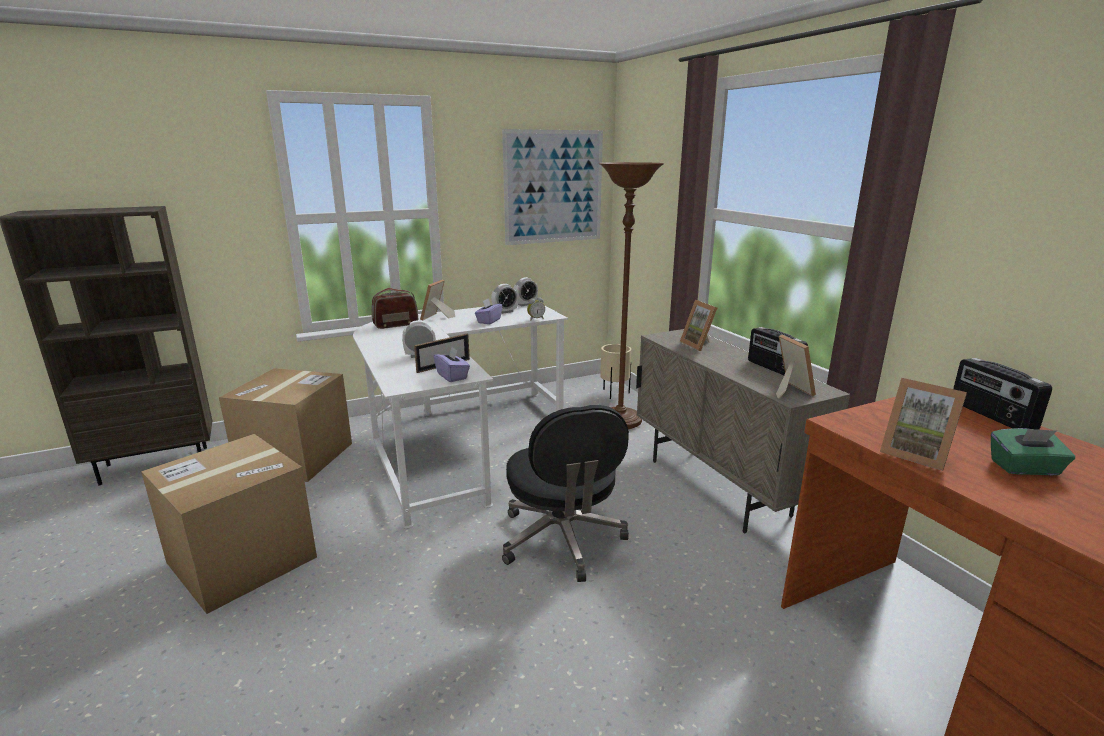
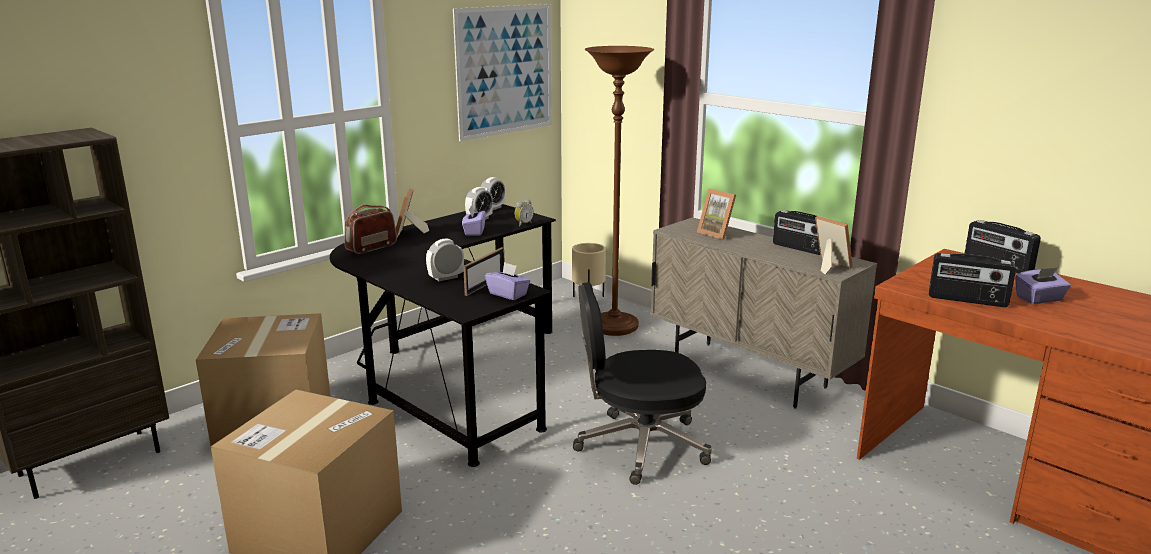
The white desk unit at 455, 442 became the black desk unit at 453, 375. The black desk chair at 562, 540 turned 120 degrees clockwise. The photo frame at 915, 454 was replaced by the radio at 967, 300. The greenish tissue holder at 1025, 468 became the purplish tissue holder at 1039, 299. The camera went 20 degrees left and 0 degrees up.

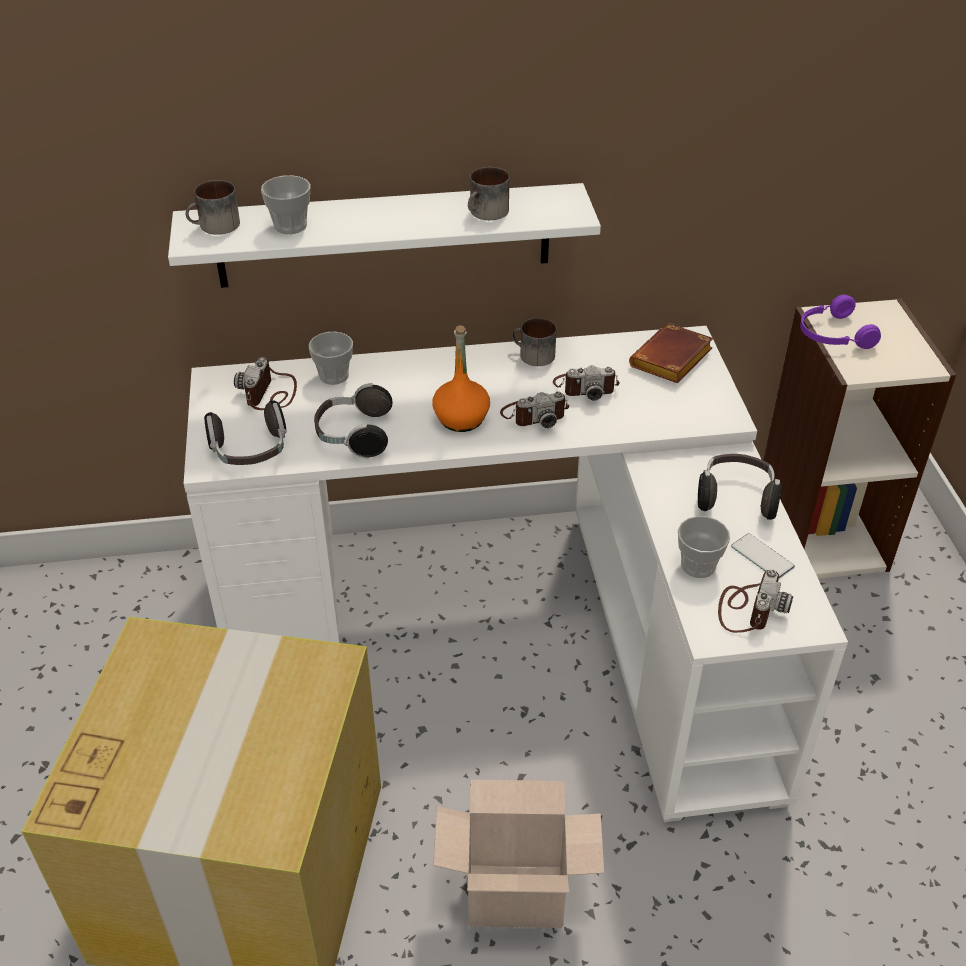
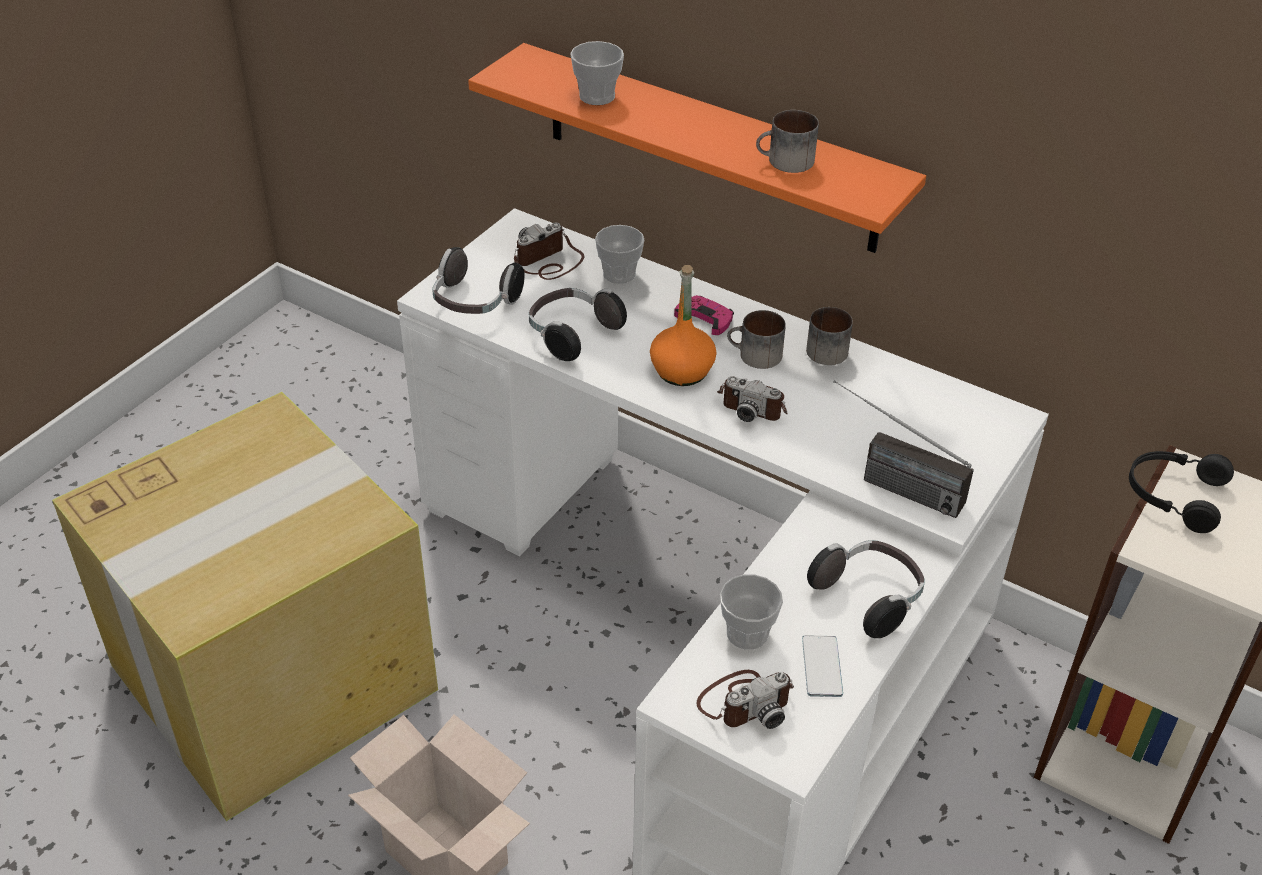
The white bracket shelf at 384, 236 became the orange-coloured bracket shelf at 710, 148. The tea mug moved from 215, 227 to 754, 356. The still camera at 585, 387 disappeared. The brown book at 671, 361 disappeared. The purplish headset at 832, 335 became the black headset at 1173, 496. The pink-coloured joypad at 705, 318 appeared. The radio at 887, 483 appeared. The camera went 40 degrees right and 0 degrees up.

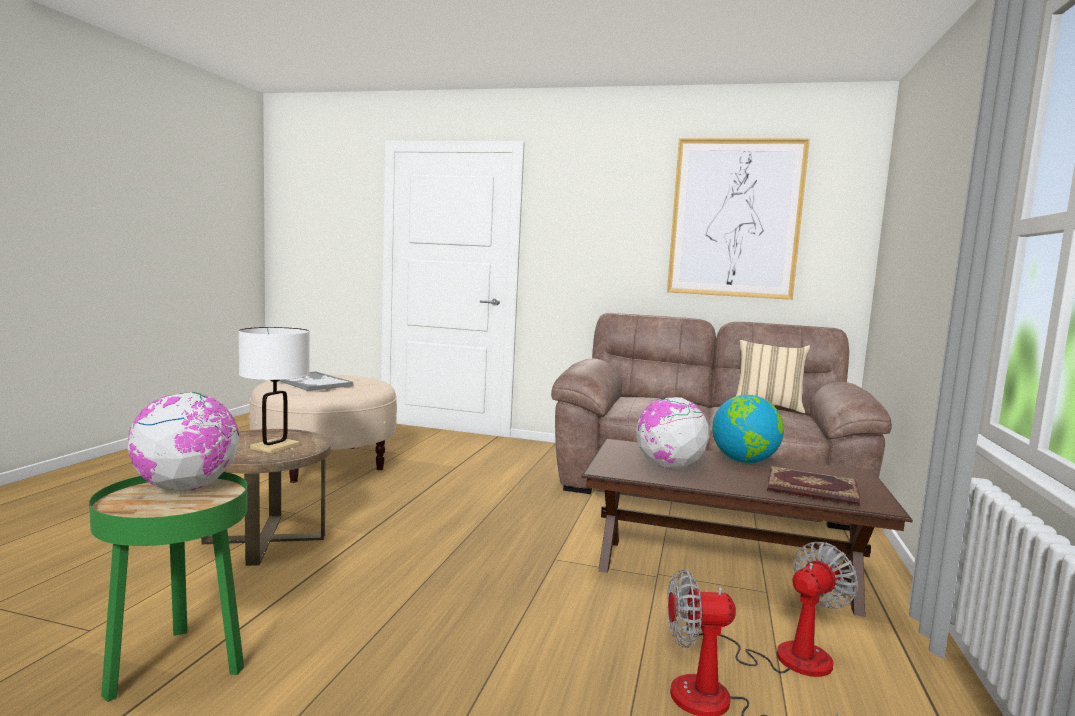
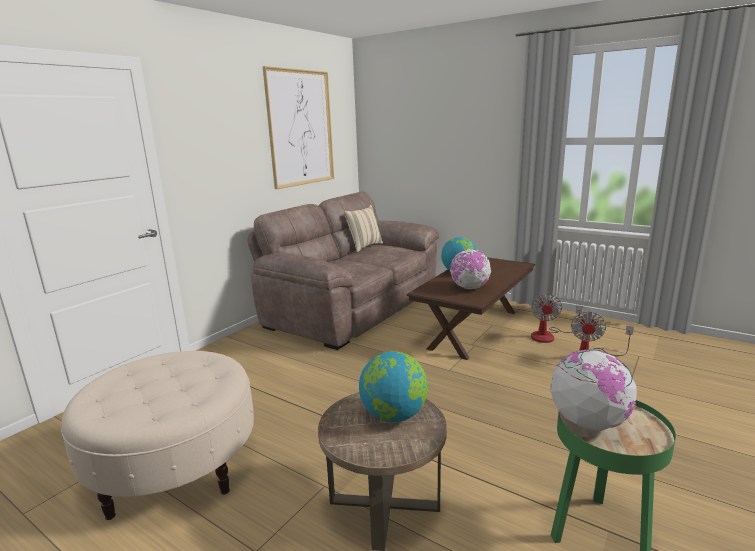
The white lamp for a table at 275, 447 was replaced by the world globe at 394, 415. The carrying tray at 311, 382 disappeared. The cooling fan at 782, 656 turned 150 degrees counterclockwise. The book at 811, 490 disappeared. The camera went 70 degrees left and 10 degrees up.

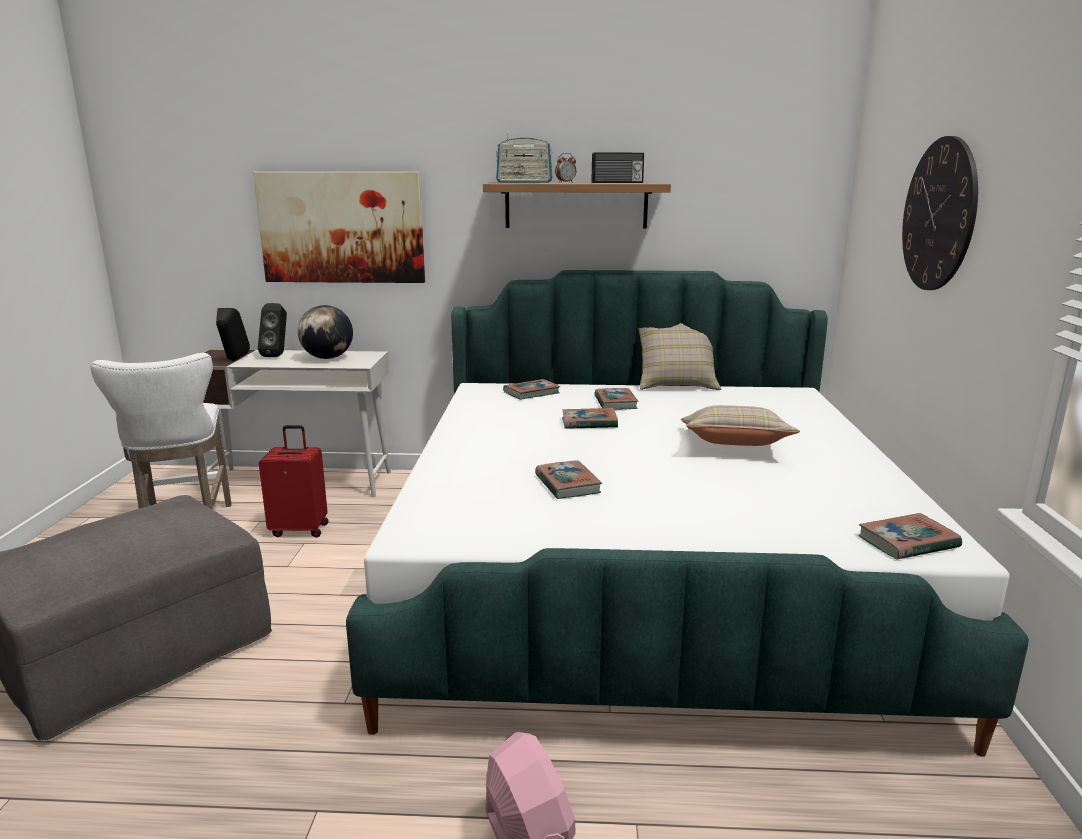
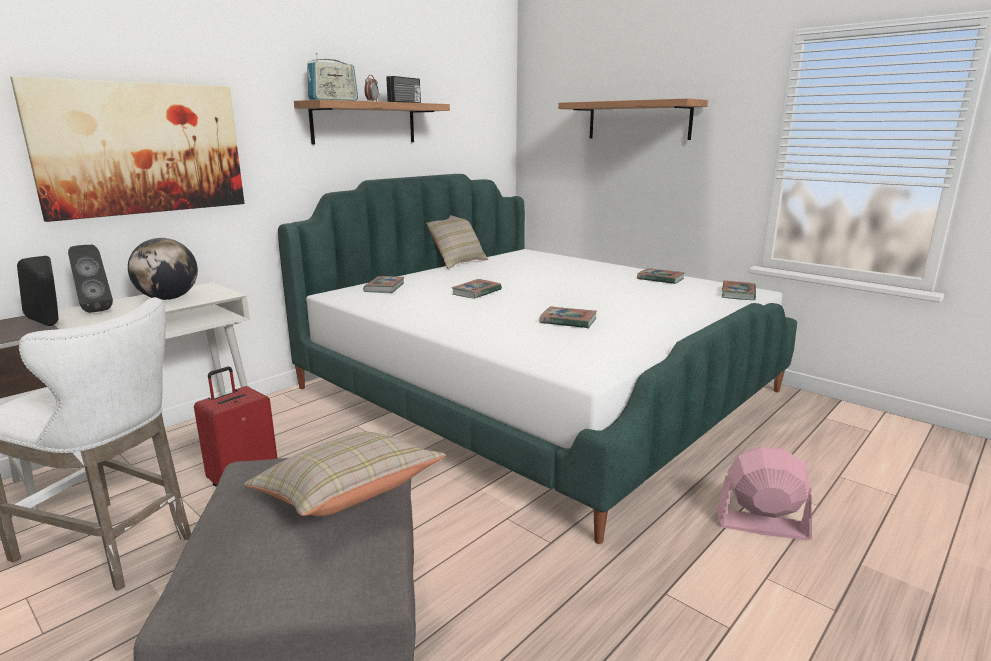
The book moved from 615, 403 to 660, 279. The beige-coloured cushion moved from 734, 446 to 346, 497. The clock on the wall at 939, 215 was replaced by the bracket shelf at 638, 120. The camera went 50 degrees left and 0 degrees up.

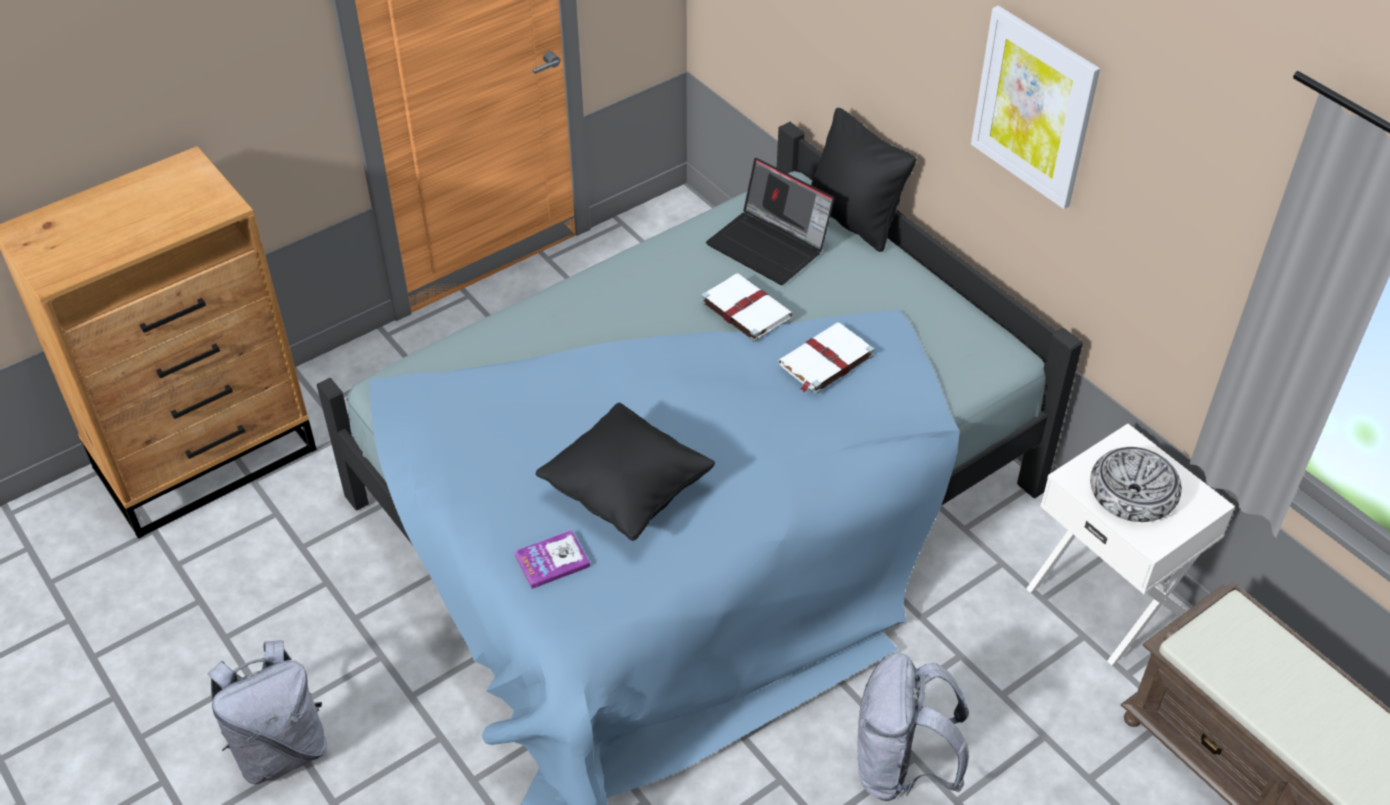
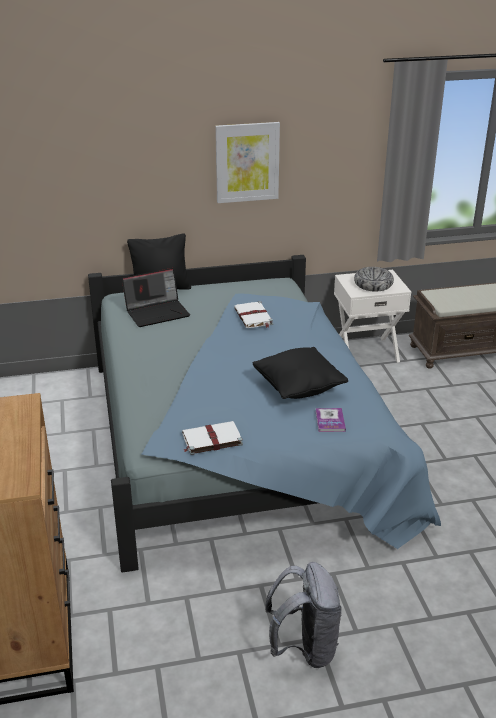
The white book moved from 744, 309 to 211, 439. The gray backpack at 901, 768 disappeared. The camera went 65 degrees left and 15 degrees down.

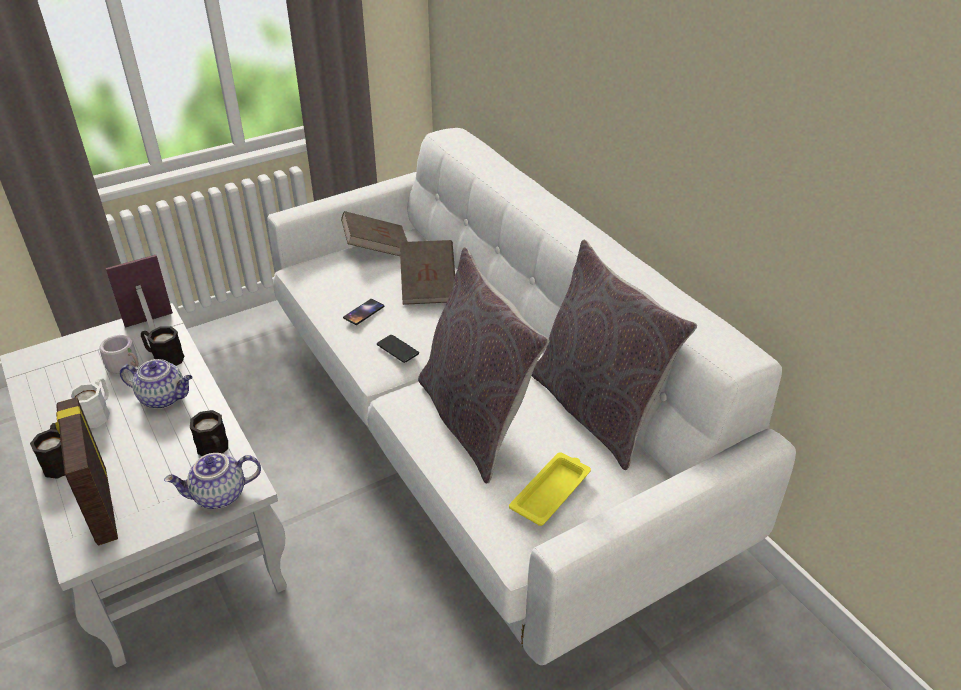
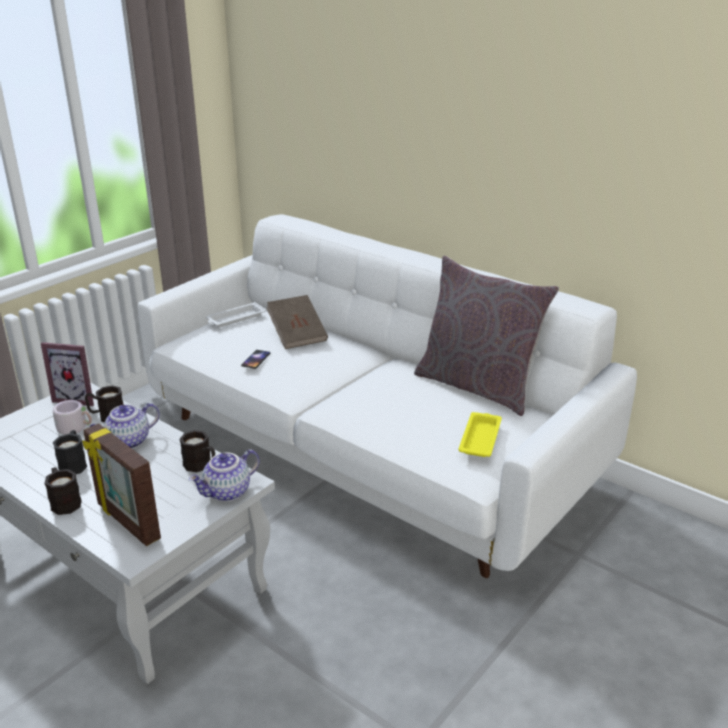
The white tea mug at 98, 413 became the black tea mug at 74, 463. The photo frame at 151, 326 turned 120 degrees counterclockwise. The pot for tea at 164, 398 turned 150 degrees clockwise. The brown book at 376, 248 was replaced by the white carrying tray at 235, 318. The handset at 397, 349 disappeared. The gray cushion at 476, 420 disappeared. The camera went 20 degrees left and 10 degrees down.

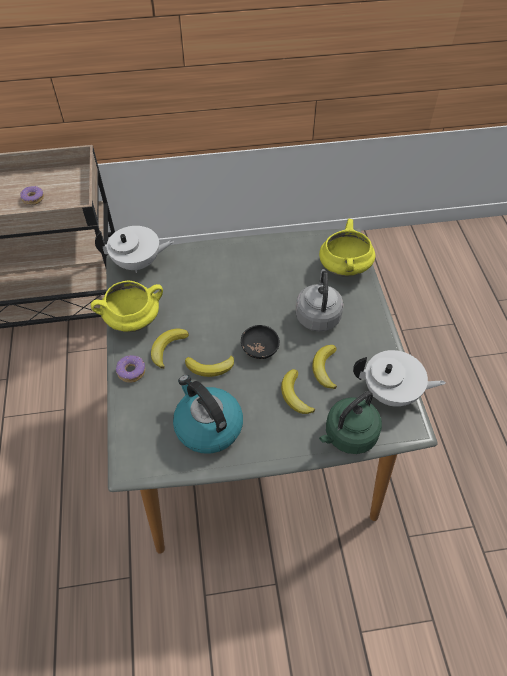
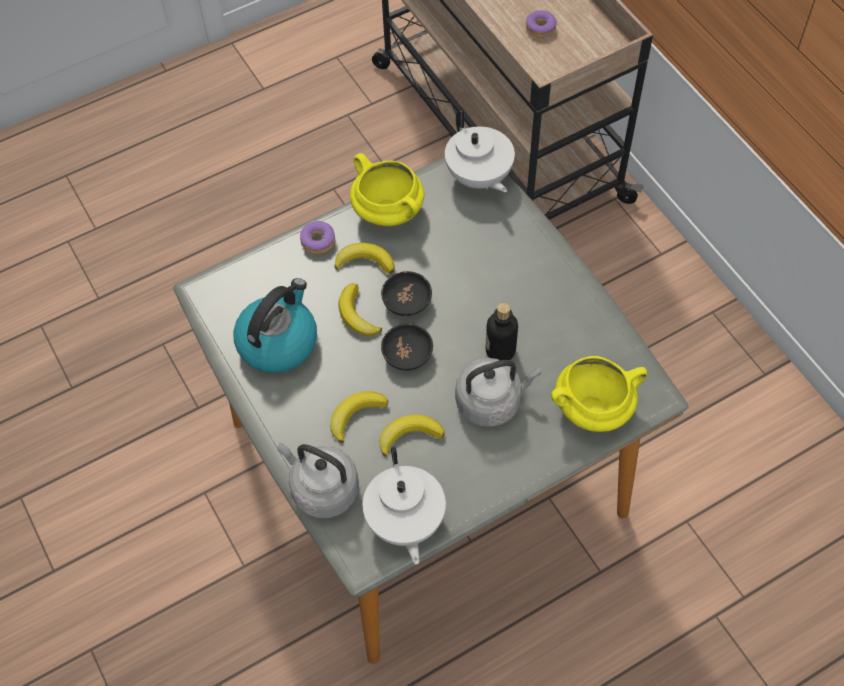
The greenish kettle at 348, 436 became the gray kettle at 322, 489. The black bowl at 407, 302 appeared. The bottle at 500, 350 appeared. The camera went 70 degrees right and 5 degrees up.

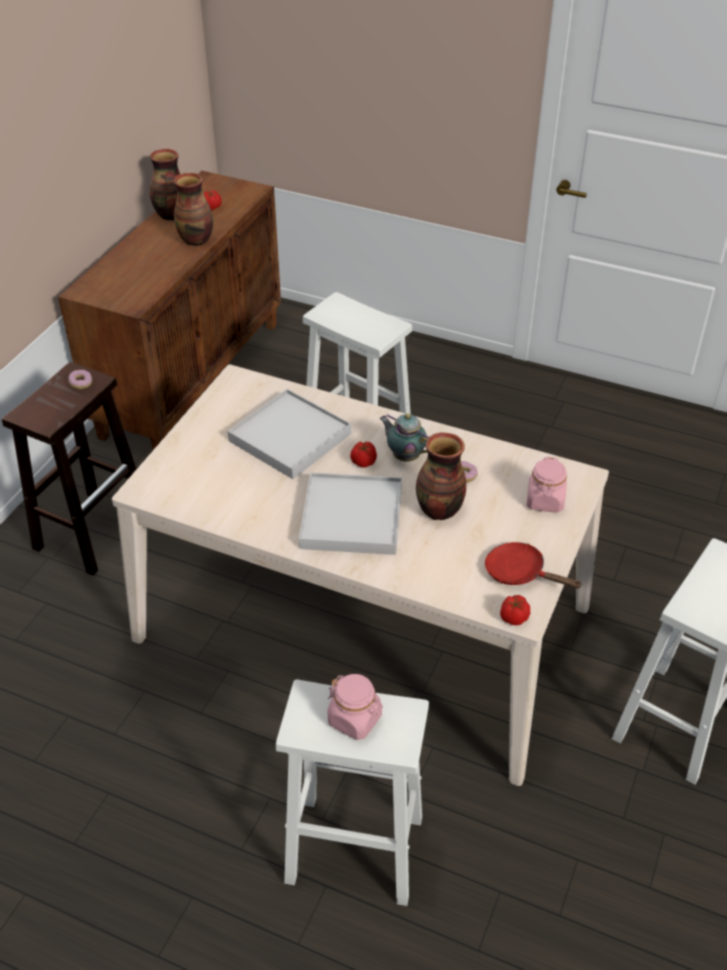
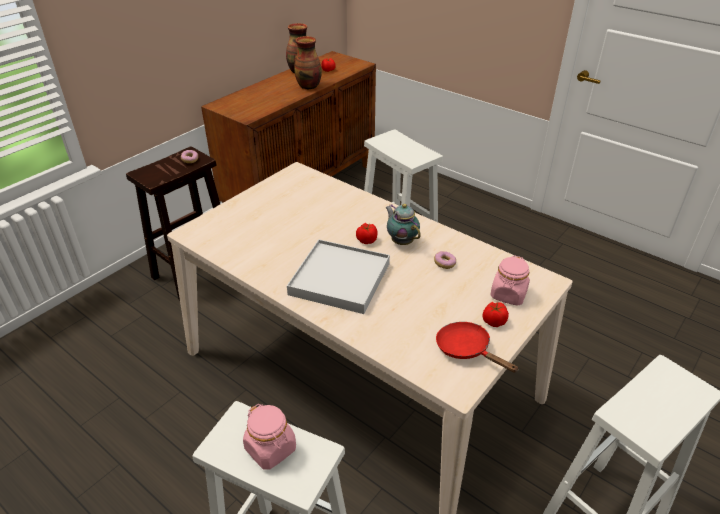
The white carrying tray at 290, 437 disappeared. The vase at 439, 510 disappeared. The tomato moved from 513, 618 to 493, 321. The camera went 15 degrees right and 5 degrees down.

